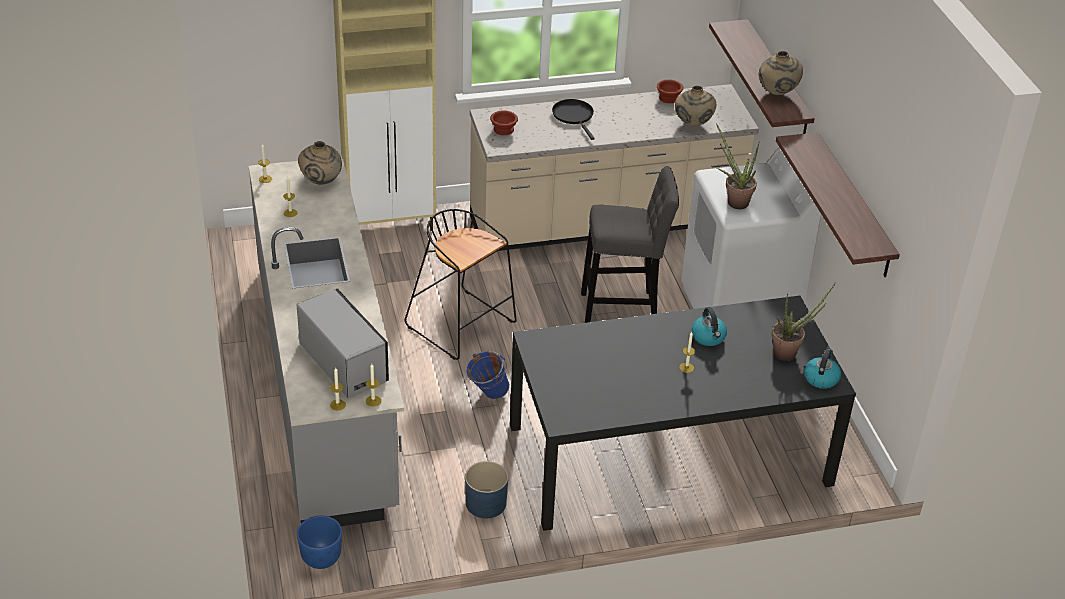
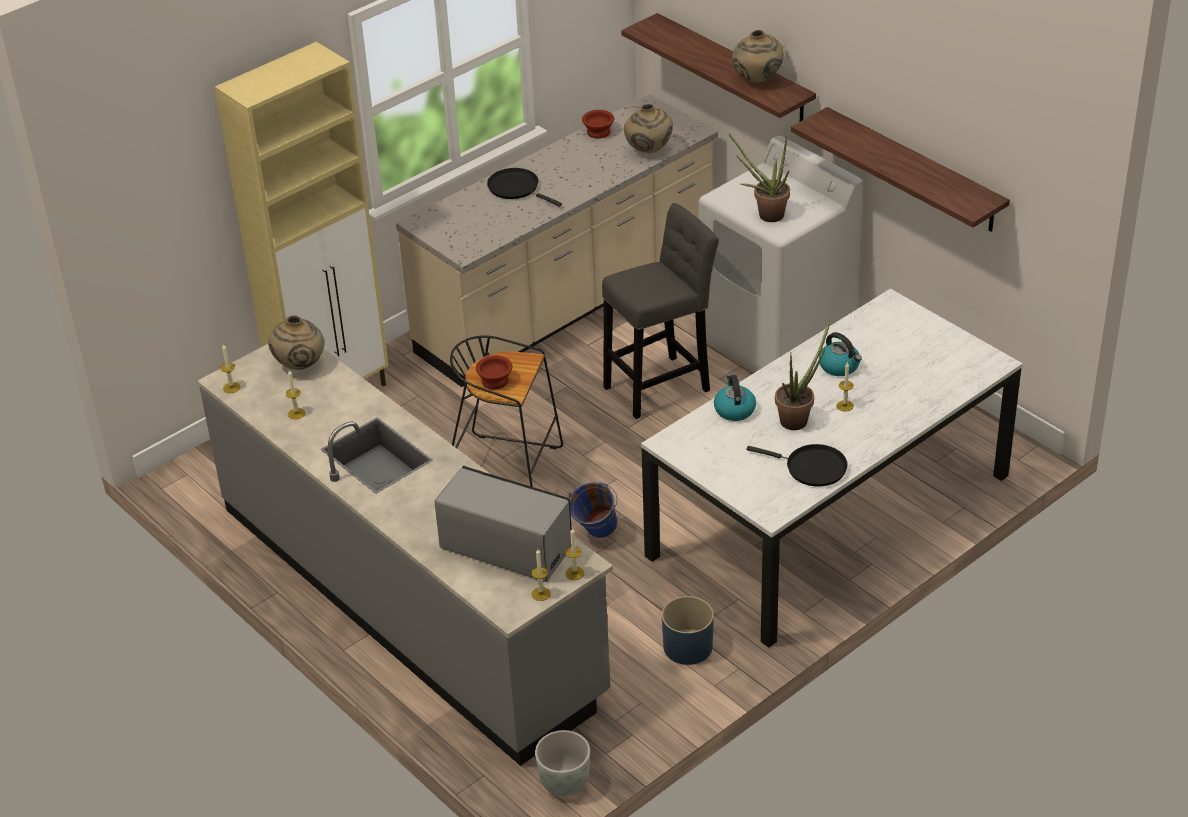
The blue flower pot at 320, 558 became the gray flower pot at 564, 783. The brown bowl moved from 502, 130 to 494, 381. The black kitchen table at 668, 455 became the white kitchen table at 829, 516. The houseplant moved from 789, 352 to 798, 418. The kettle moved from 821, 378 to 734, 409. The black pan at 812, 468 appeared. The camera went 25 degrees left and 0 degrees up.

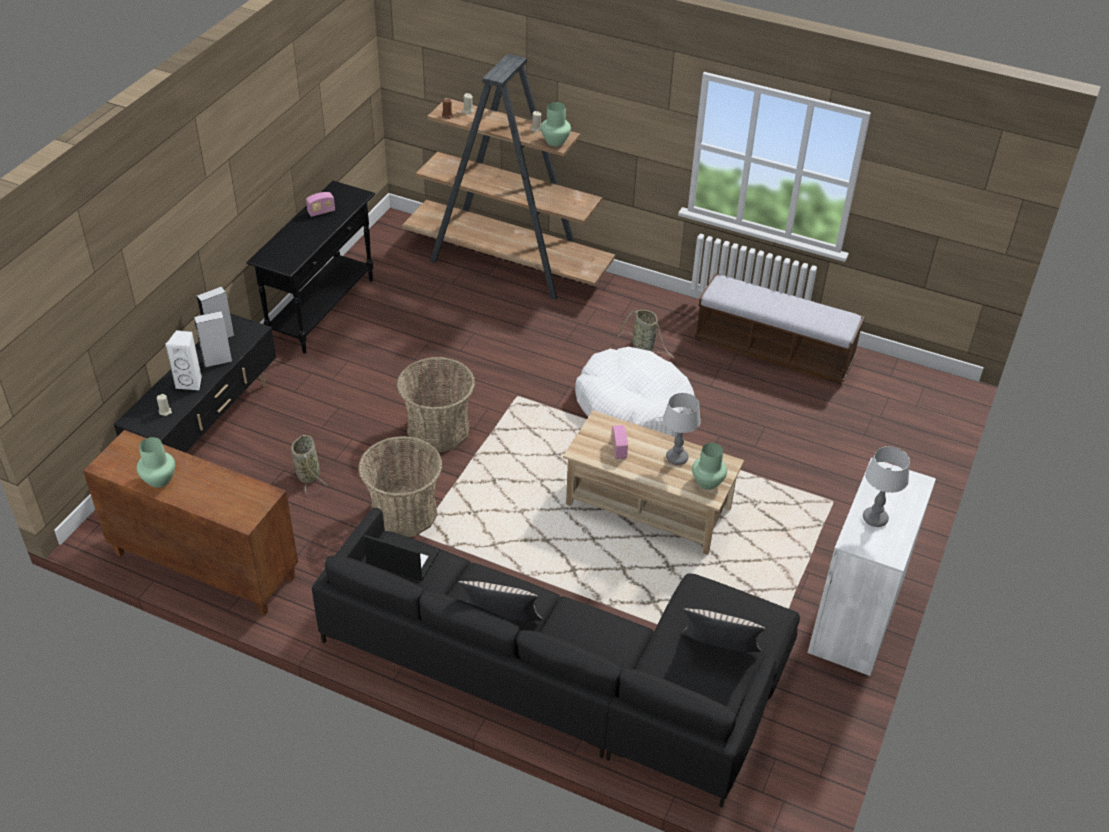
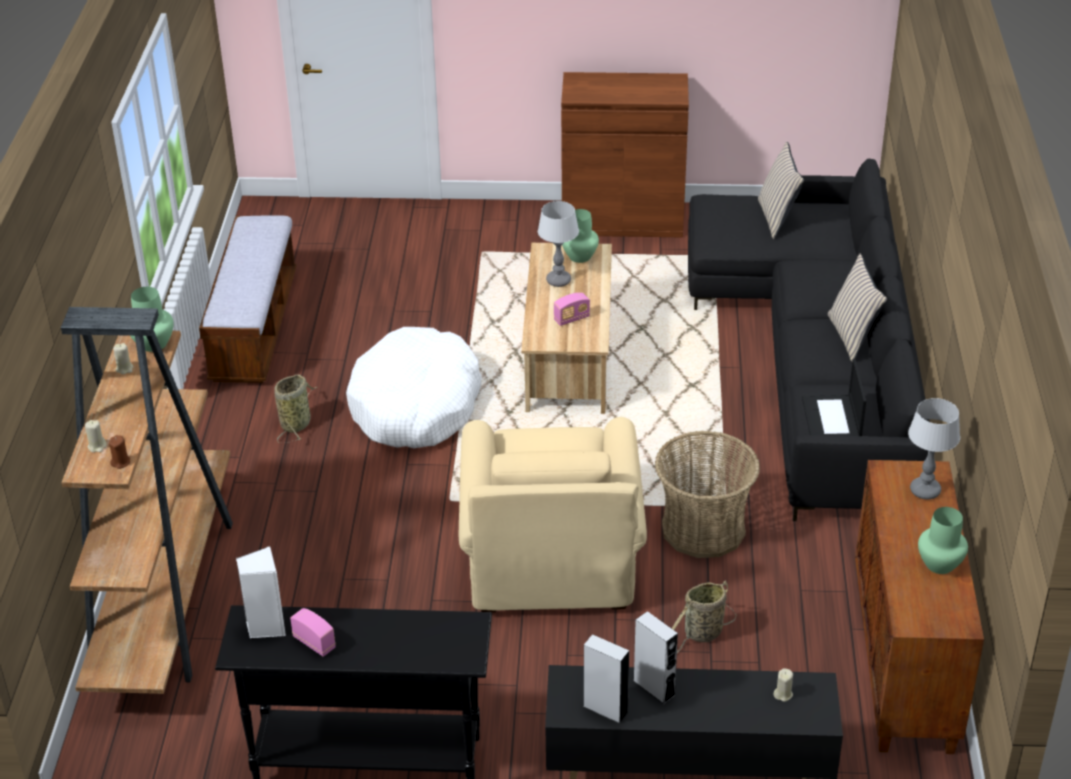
The white loudspeaker moved from 190, 382 to 265, 626. The basket at 438, 430 was replaced by the beige-coloured easy chair at 551, 548. The white storage cabinet at 855, 617 became the brown storage cabinet at 622, 220. The lamp for a table moved from 875, 518 to 924, 491. The camera went 110 degrees left and 5 degrees down.

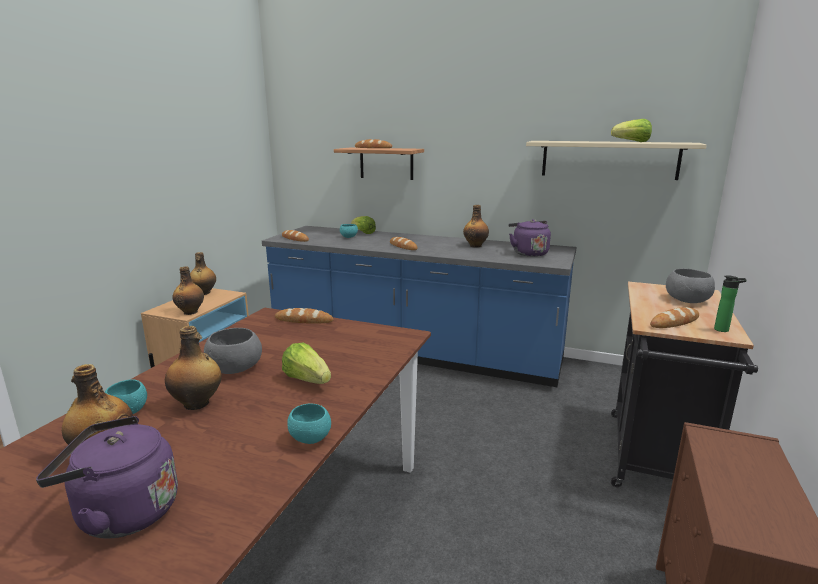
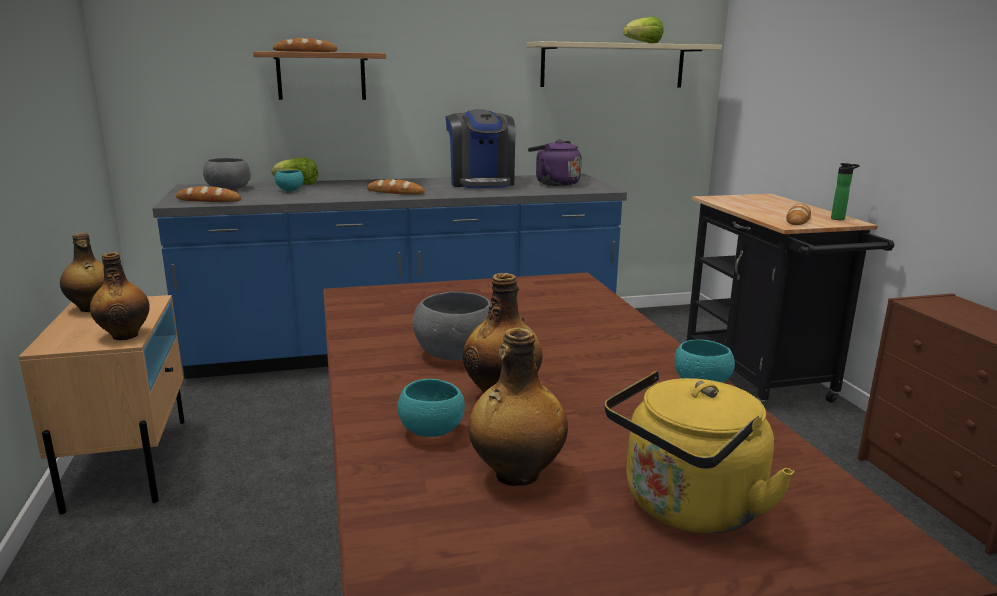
The purplish kettle at 122, 513 became the yellow-coloured kettle at 687, 508. The bread at 304, 320 disappeared. The lettuce head at 307, 380 disappeared. The bottle at 475, 246 was replaced by the coffee brewer at 481, 183. The gray bowl moved from 687, 300 to 229, 189. The camera went 35 degrees left and 0 degrees up.

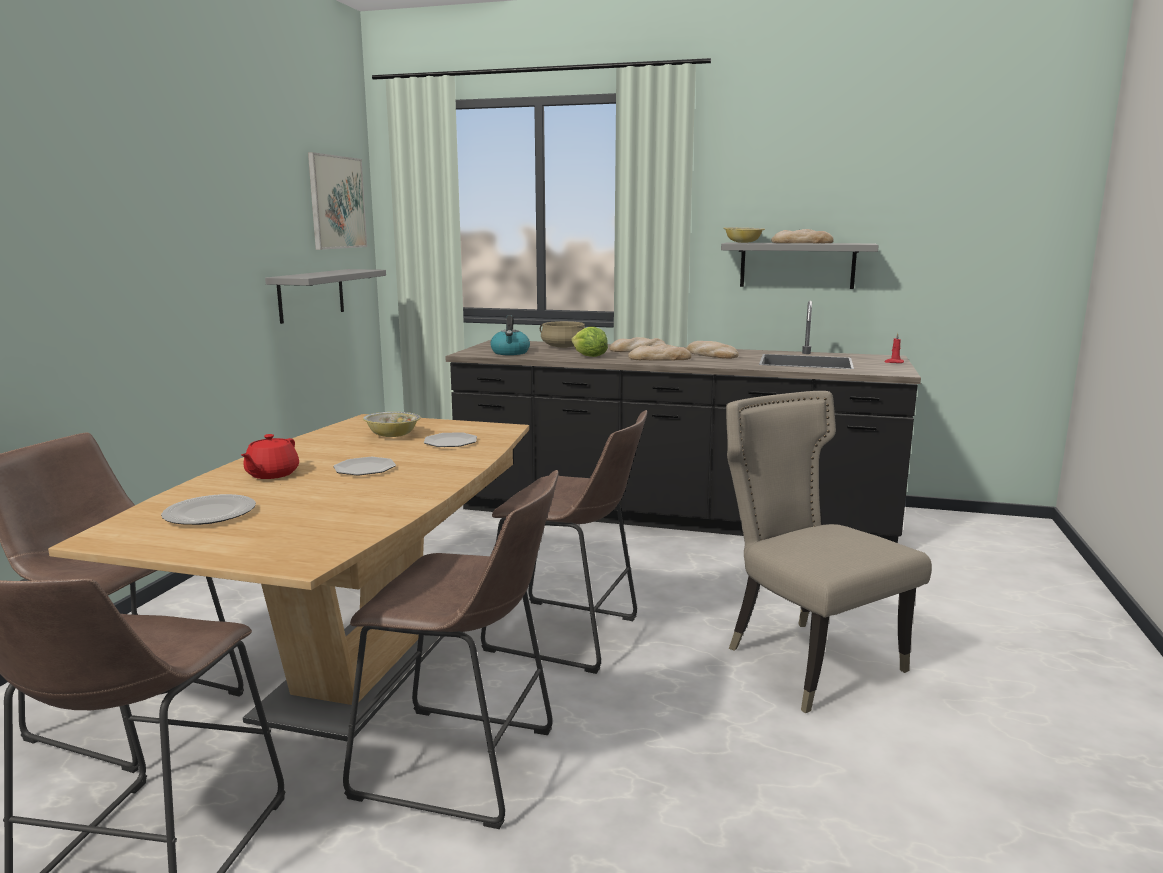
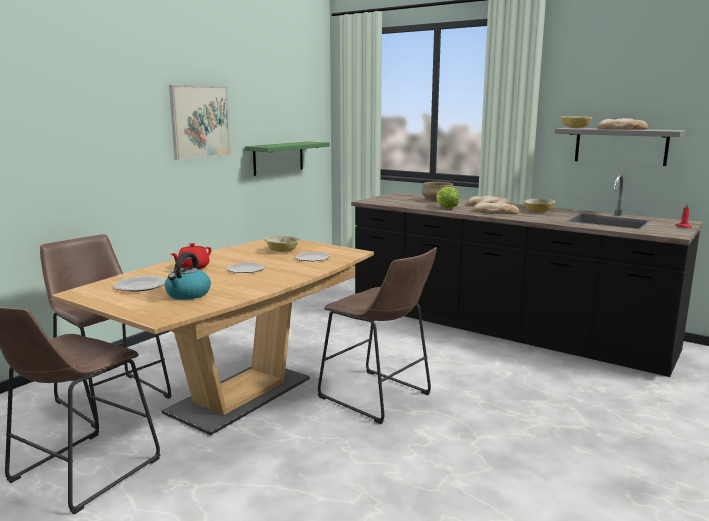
The gray bracket shelf at 311, 295 became the greenish bracket shelf at 278, 158. The wall picture moved from 337, 202 to 200, 122. The brown stool seat at 465, 766 disappeared. The kettle moved from 510, 353 to 188, 294. The bread at 710, 355 was replaced by the bowl at 538, 211. The beige-coloured plain chair at 806, 659 disappeared. The camera went 20 degrees right and 0 degrees up.

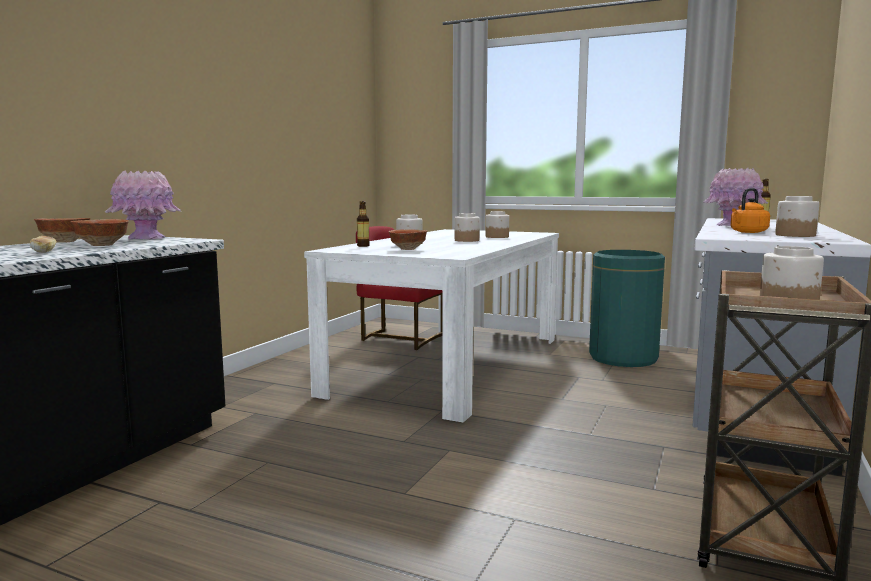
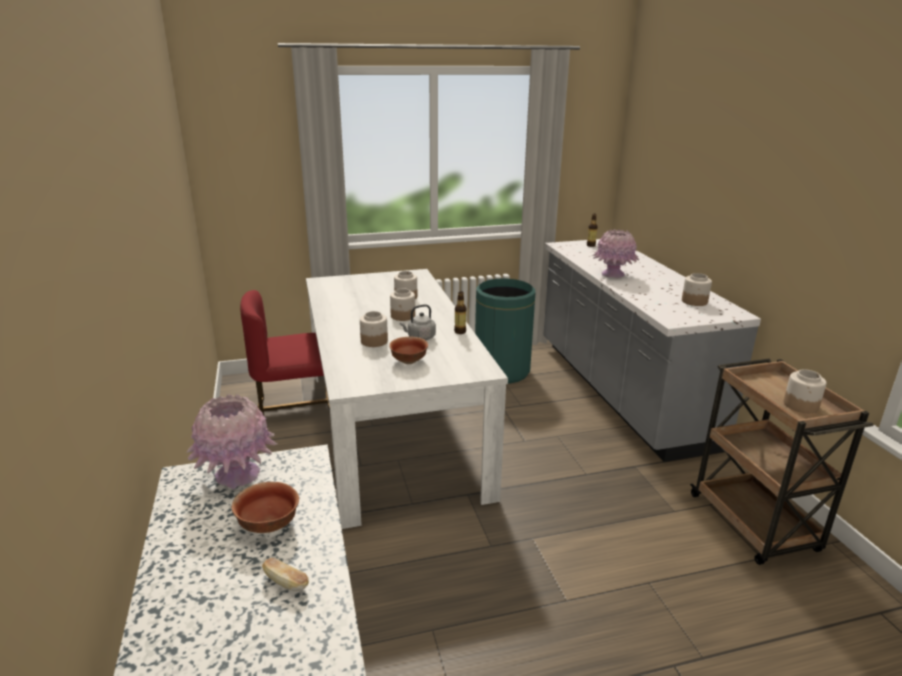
The bowl at 64, 241 disappeared. The bottle moved from 363, 246 to 460, 332. The orange-coloured kettle at 747, 232 disappeared. The gray kettle at 420, 337 appeared. The camera went 40 degrees left and 15 degrees up.

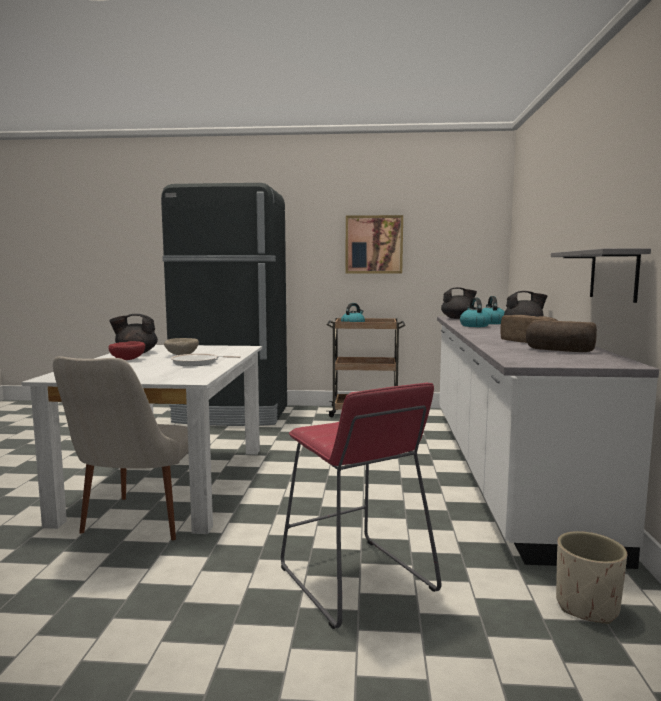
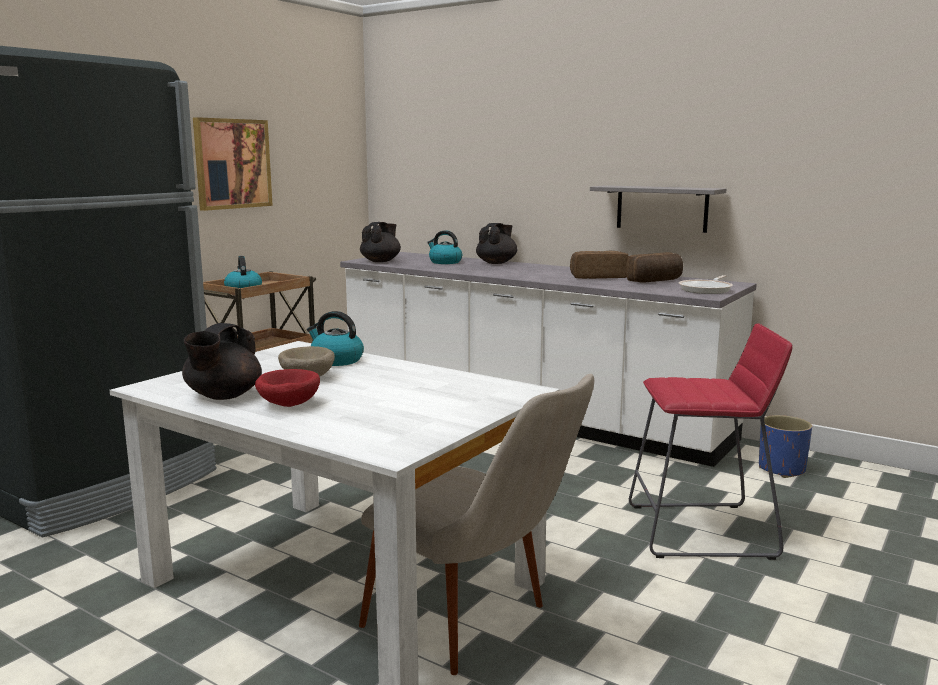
The pan moved from 197, 363 to 707, 289. The kettle moved from 474, 325 to 336, 360. The beige-coloured flower pot at 587, 607 became the blue flower pot at 782, 469. The camera went 60 degrees left and 5 degrees up.

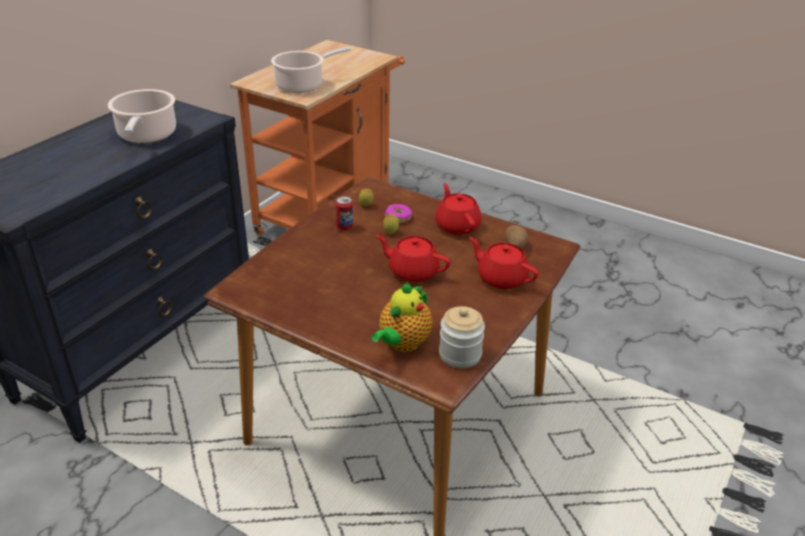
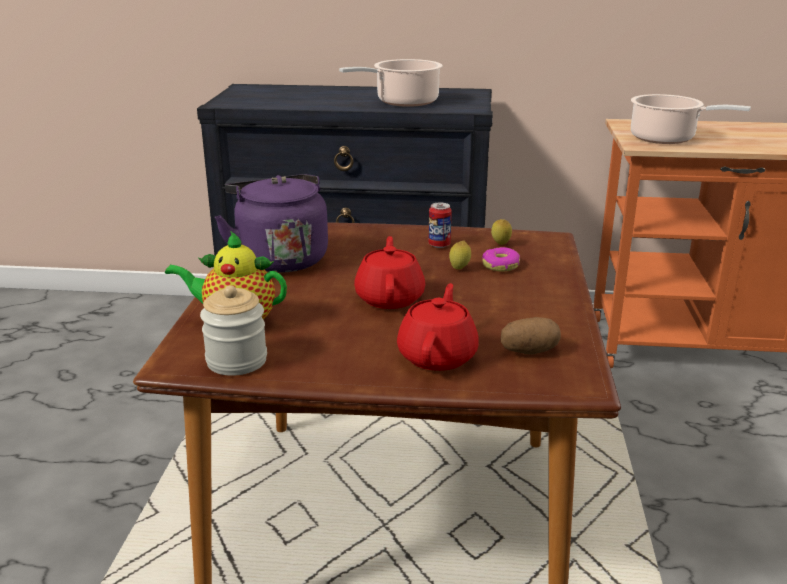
The reddish pot for tea at 457, 225 disappeared. The purplish kettle at 280, 258 appeared. The camera went 65 degrees right and 10 degrees down.

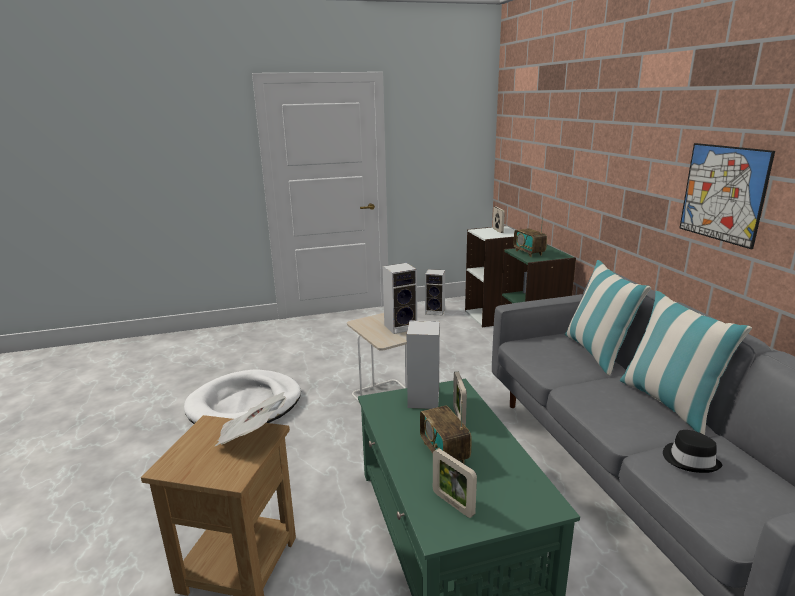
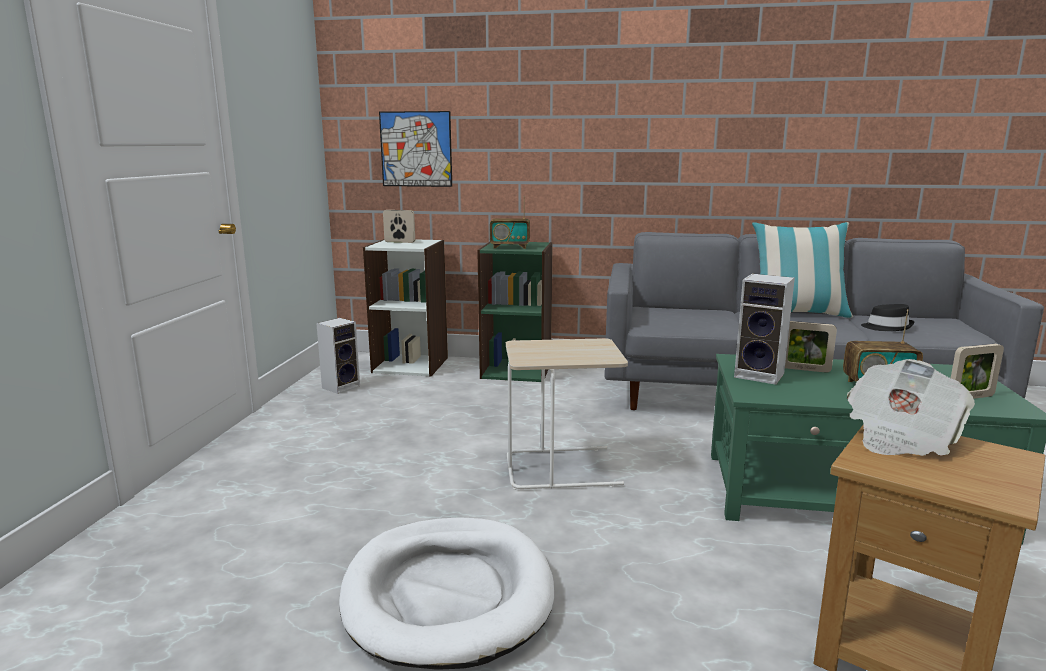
The loudspeaker at 401, 326 disappeared. The cushion at 597, 353 disappeared. The wall picture moved from 723, 193 to 416, 149. The camera went 65 degrees left and 5 degrees down.

